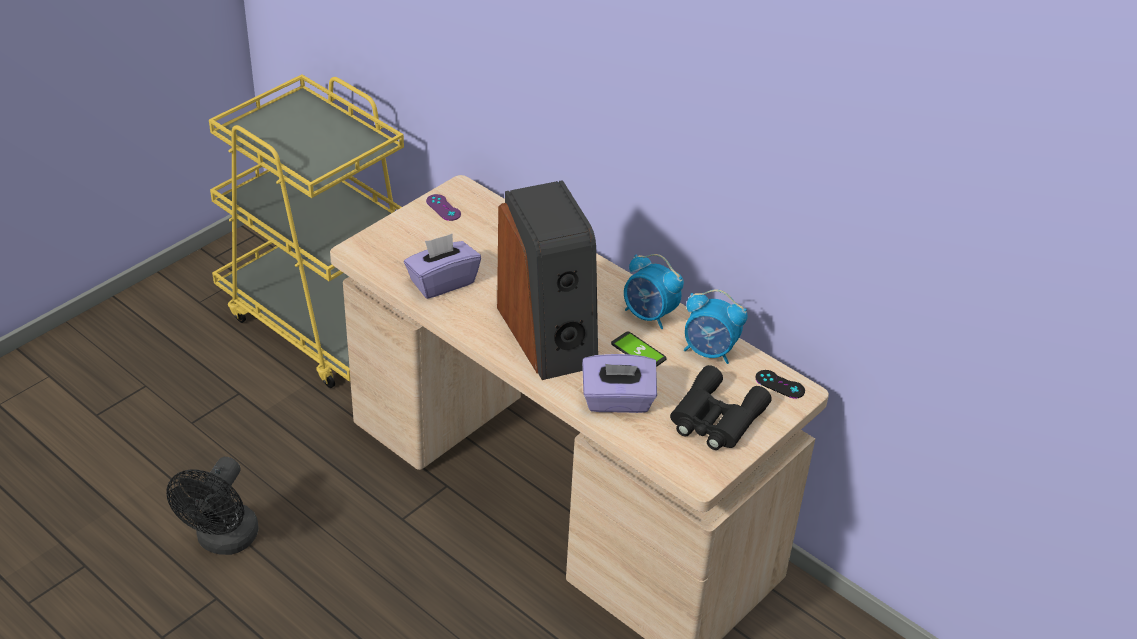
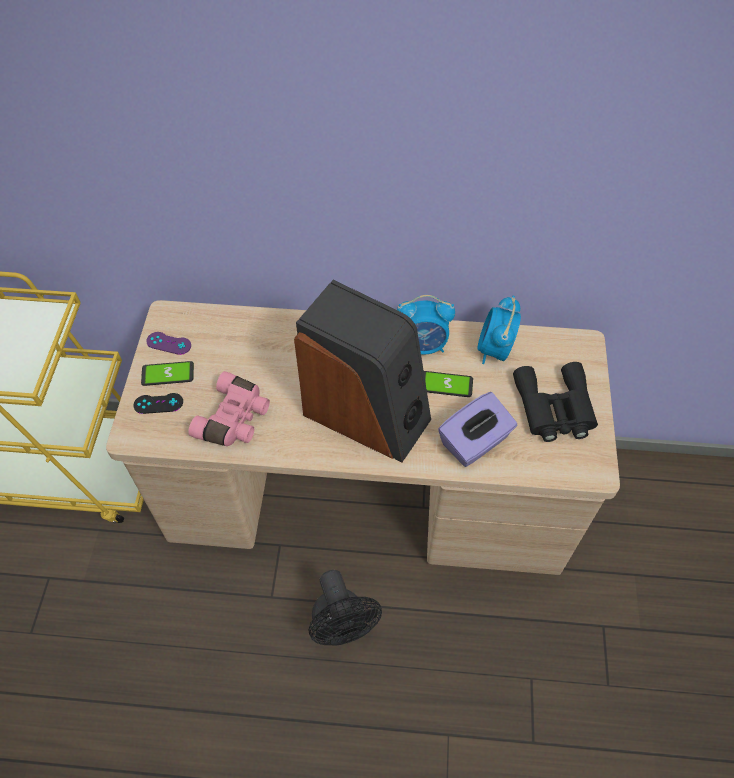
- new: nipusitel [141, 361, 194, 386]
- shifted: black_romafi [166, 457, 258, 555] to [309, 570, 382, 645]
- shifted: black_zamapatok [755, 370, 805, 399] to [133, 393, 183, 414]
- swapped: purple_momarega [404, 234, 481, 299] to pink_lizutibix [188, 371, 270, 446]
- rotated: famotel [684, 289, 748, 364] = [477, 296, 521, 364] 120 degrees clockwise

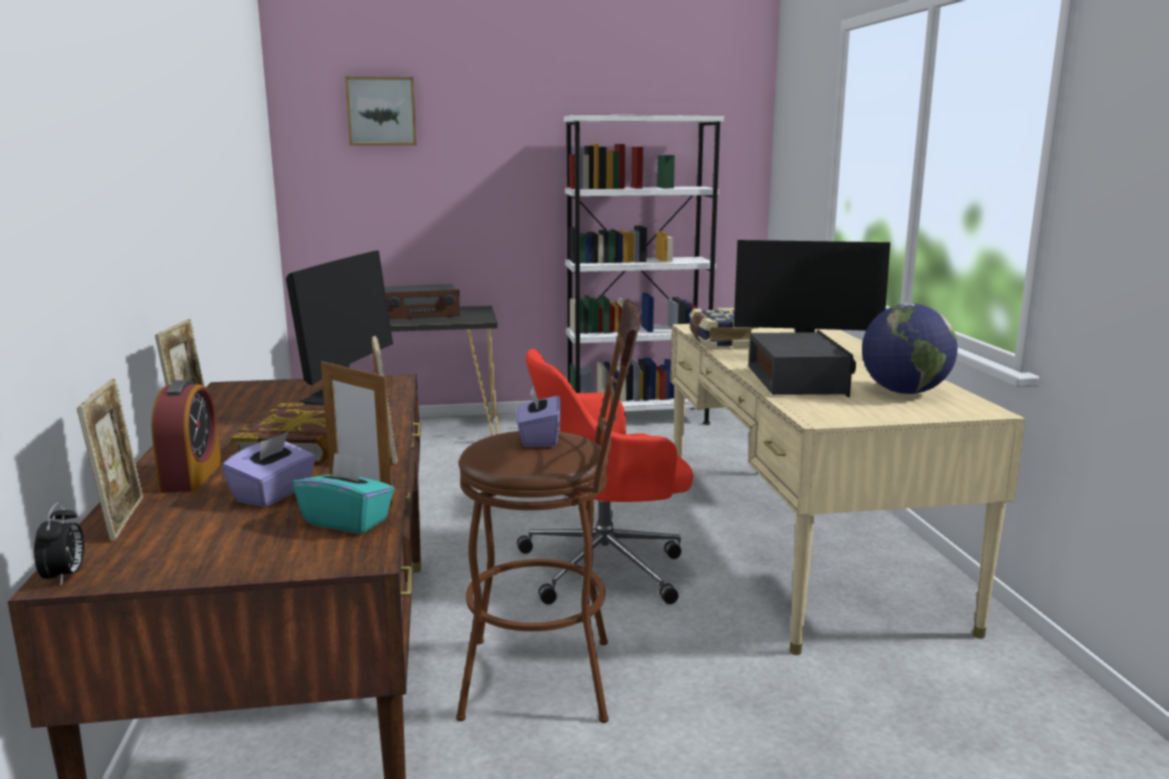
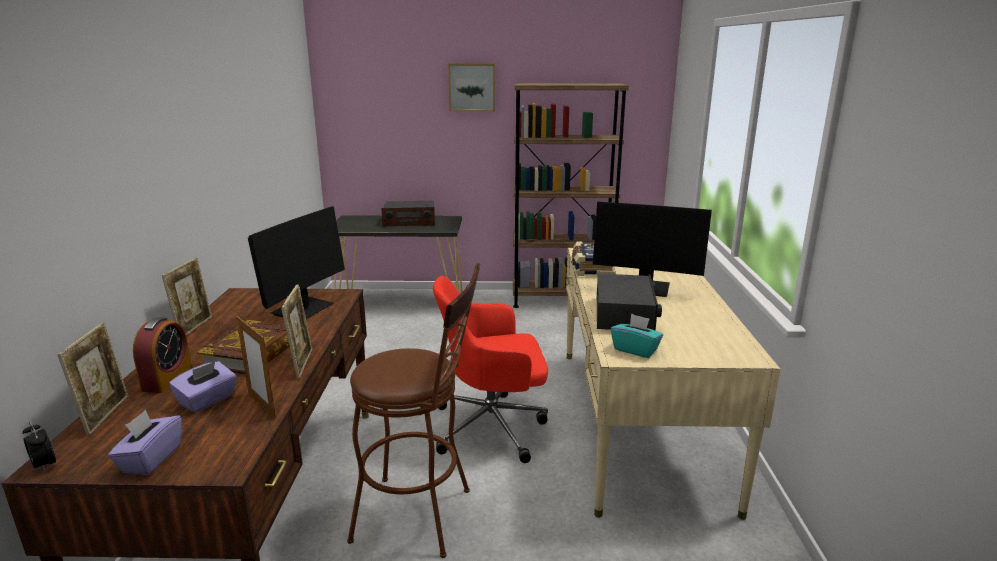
- gone: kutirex [862, 303, 957, 394]
- shifted: turquoise_momarega [293, 453, 395, 534] to [611, 314, 663, 358]
- shifted: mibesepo [345, 76, 416, 146] to [448, 63, 495, 112]
- shifted: purple_momarega [516, 386, 561, 447] to [108, 410, 182, 475]
- repainted: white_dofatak [564, 115, 724, 425] to brown_dofatak [513, 83, 629, 308]
- rotated: famotel [34, 502, 84, 586] = [22, 422, 56, 472] 135 degrees clockwise

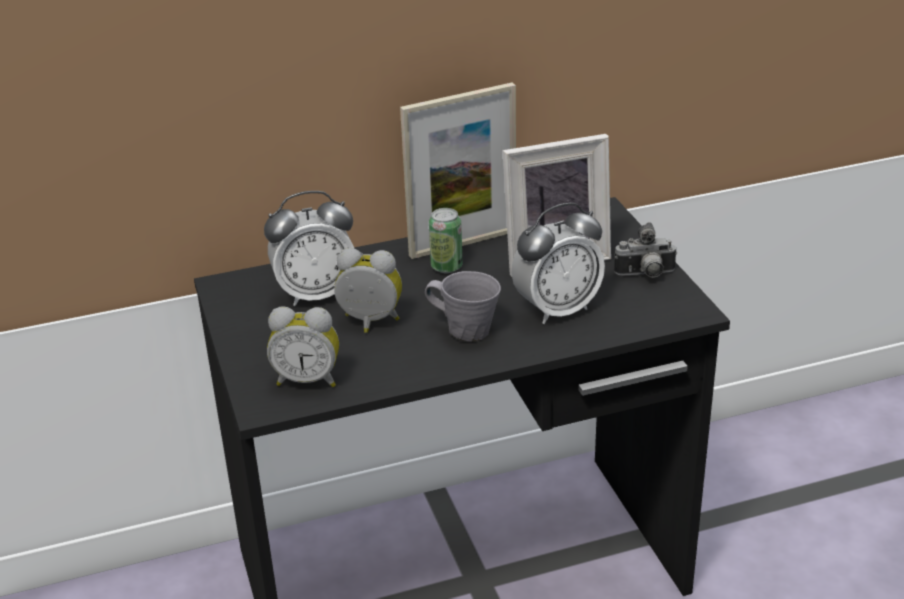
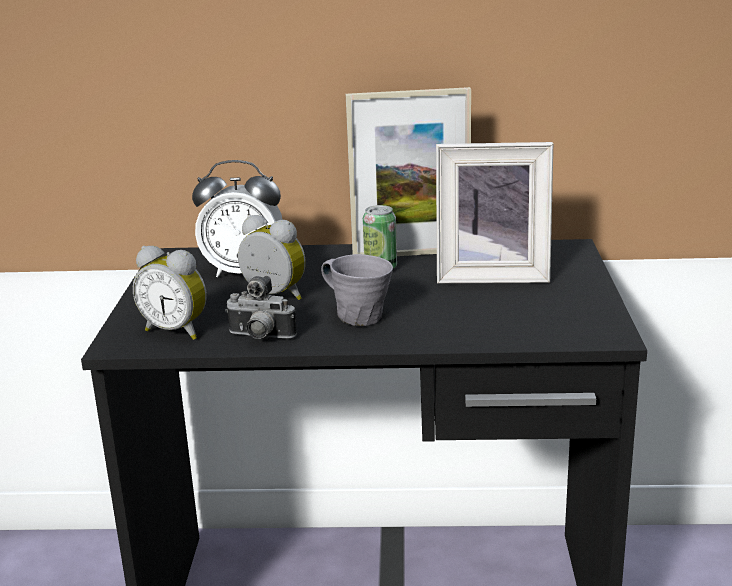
- gone: famotel [511, 203, 605, 324]
- shifted: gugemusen [614, 222, 678, 277] to [225, 276, 297, 339]

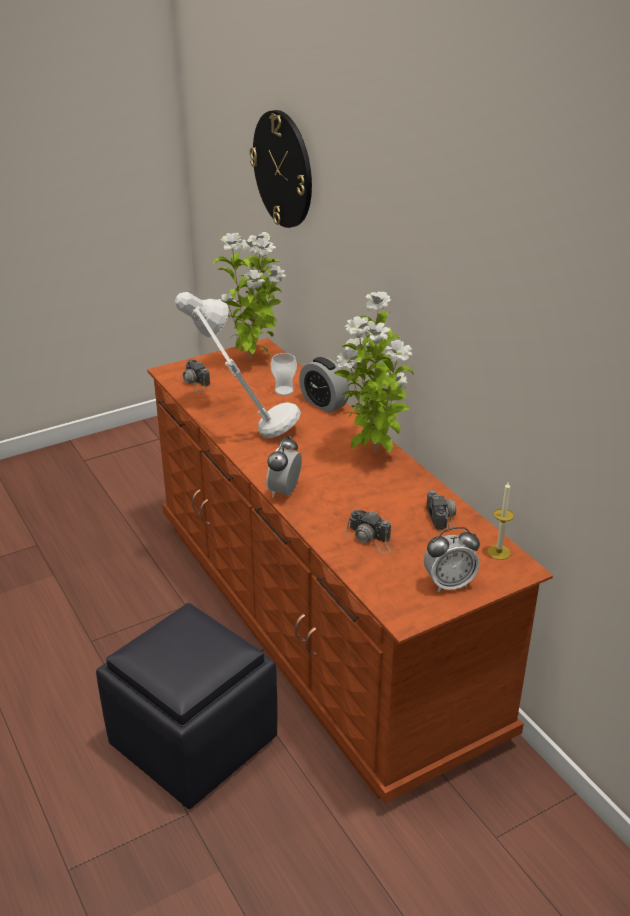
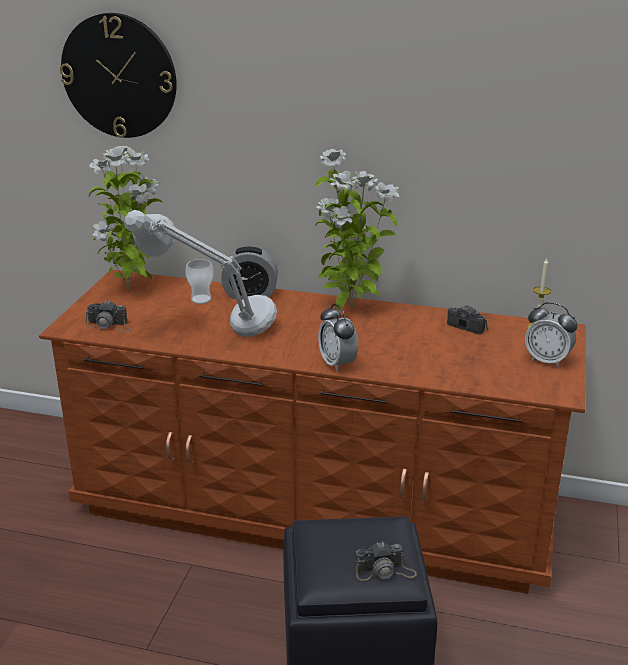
- shifted: gugemusen [344, 510, 391, 554] to [355, 541, 417, 581]
- rotated: famotel [424, 527, 480, 592] = [525, 302, 577, 368] 90 degrees clockwise

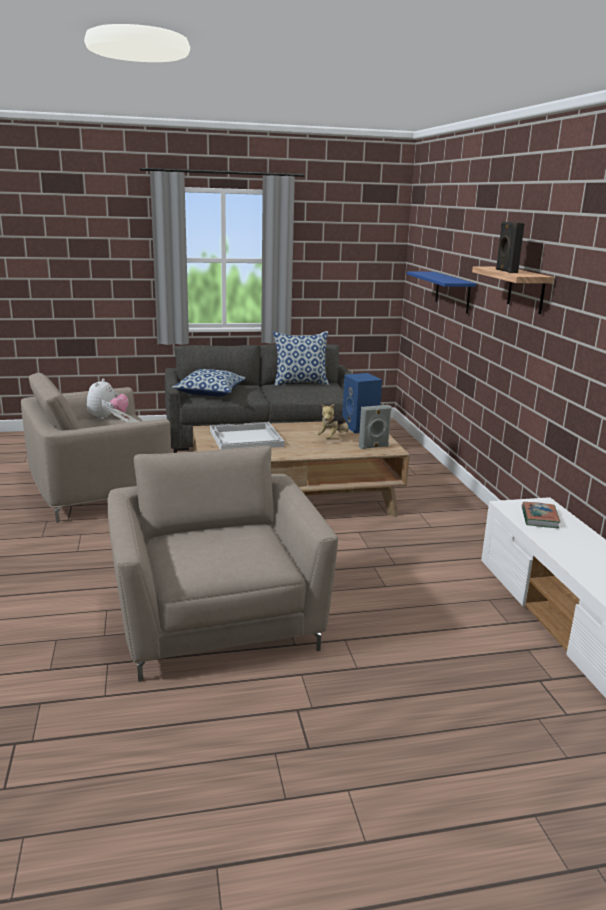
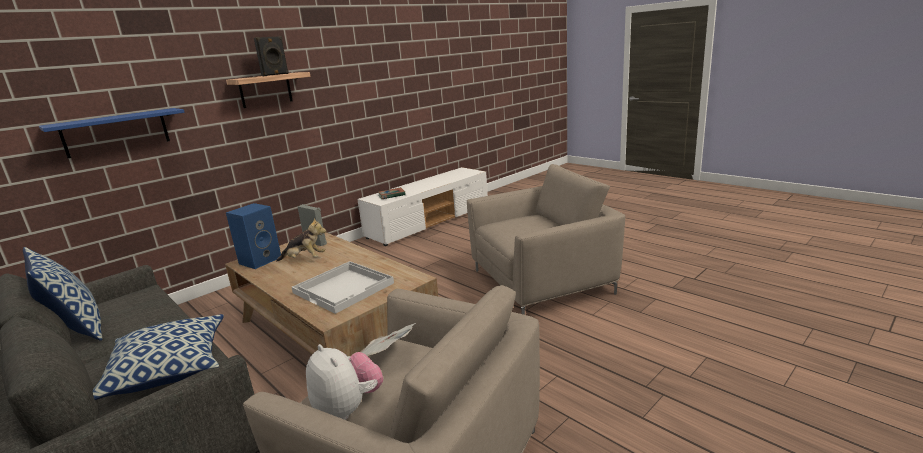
- rotated: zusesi [87, 378, 129, 420] = [306, 344, 383, 420] 75 degrees clockwise
- rotated: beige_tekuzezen [108, 446, 338, 682] = [467, 164, 625, 315] 150 degrees counterclockwise

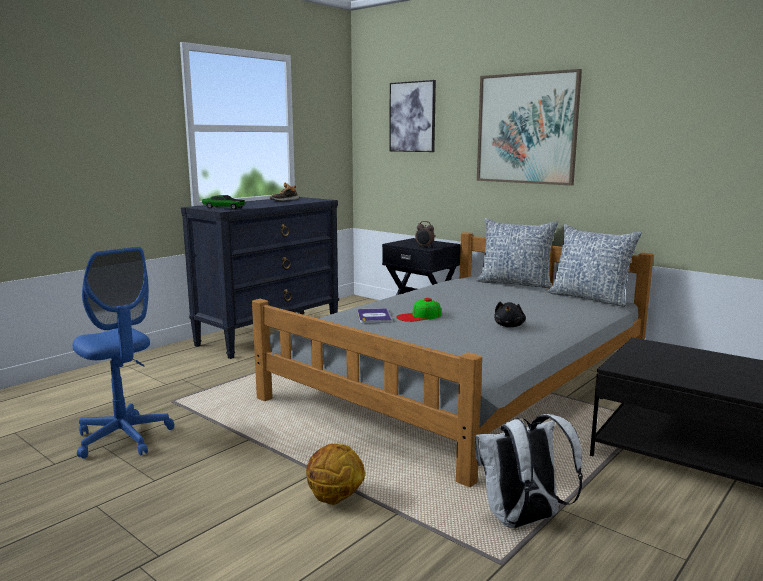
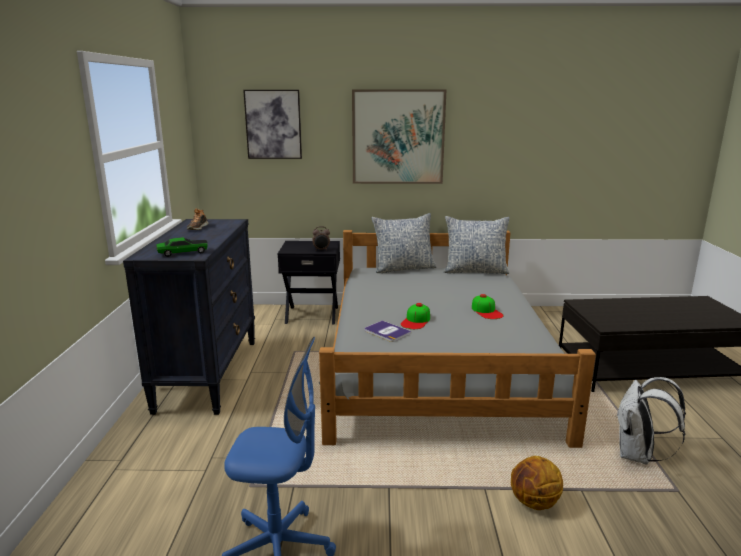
- swapped: black_zusesi [494, 302, 526, 327] to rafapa [472, 294, 504, 319]

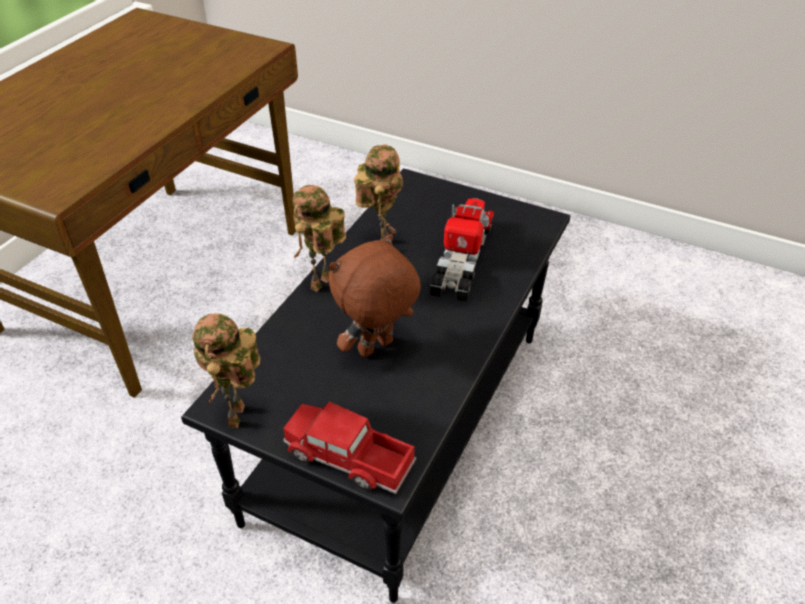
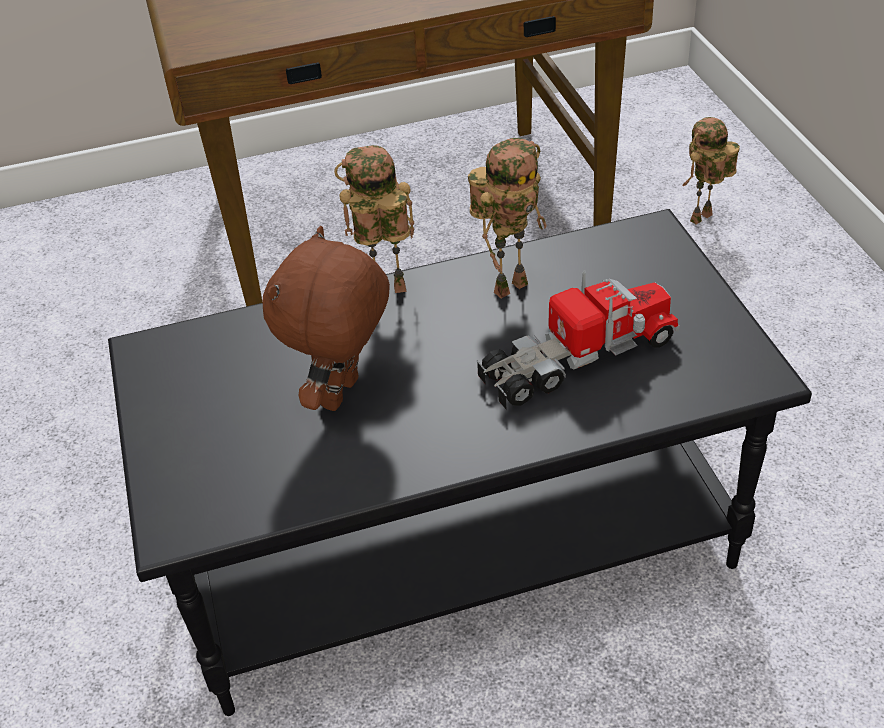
- gone: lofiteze [283, 402, 416, 494]
- shifted: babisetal [192, 313, 260, 428] to [682, 117, 740, 224]
- rotated: brown_zusesi [329, 234, 421, 357] = [263, 226, 390, 411] 75 degrees counterclockwise

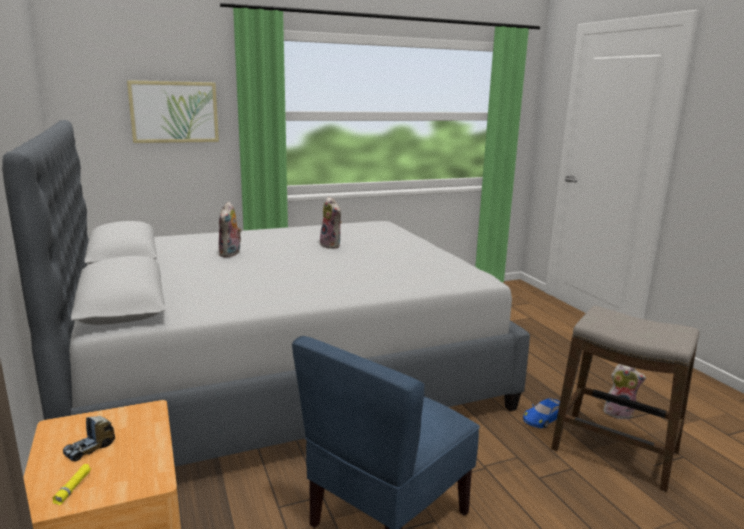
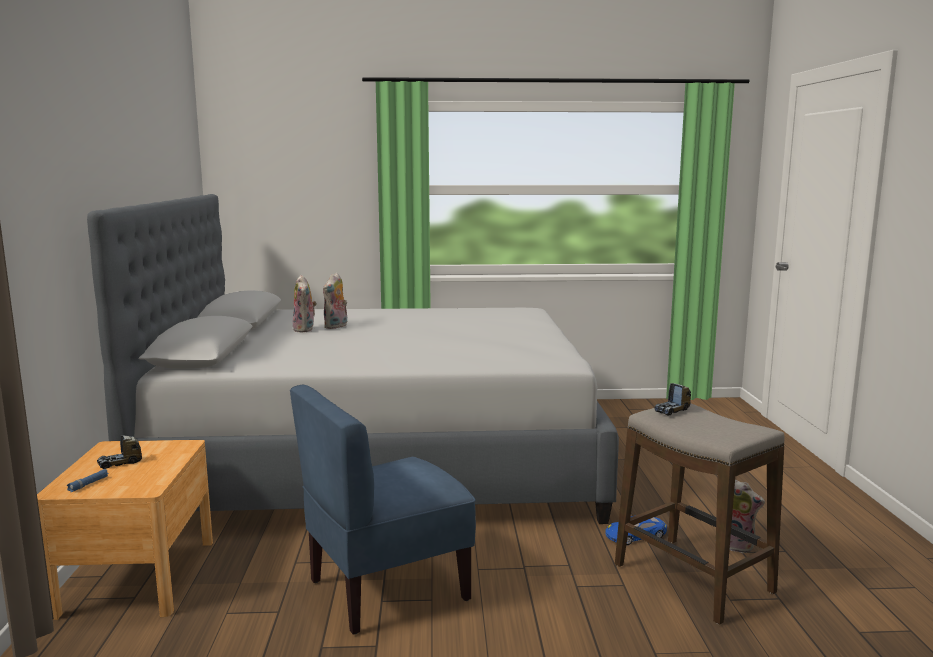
- gone: mibesepo [127, 80, 219, 143]
- new: lofiteze [654, 383, 691, 416]
- shifted: zusesi [320, 196, 342, 249] to [293, 275, 317, 332]
- repainted: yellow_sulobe [52, 464, 91, 506] to blue_sulobe [67, 469, 109, 492]

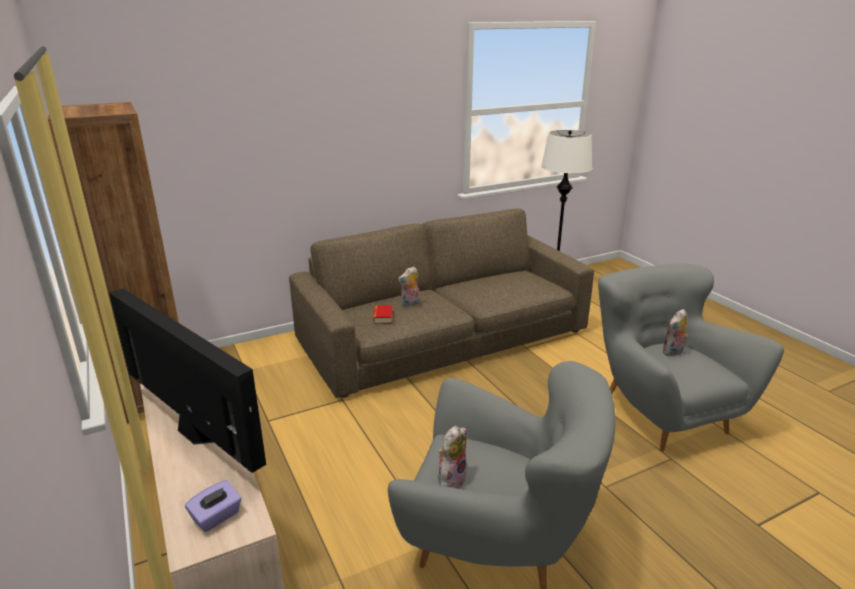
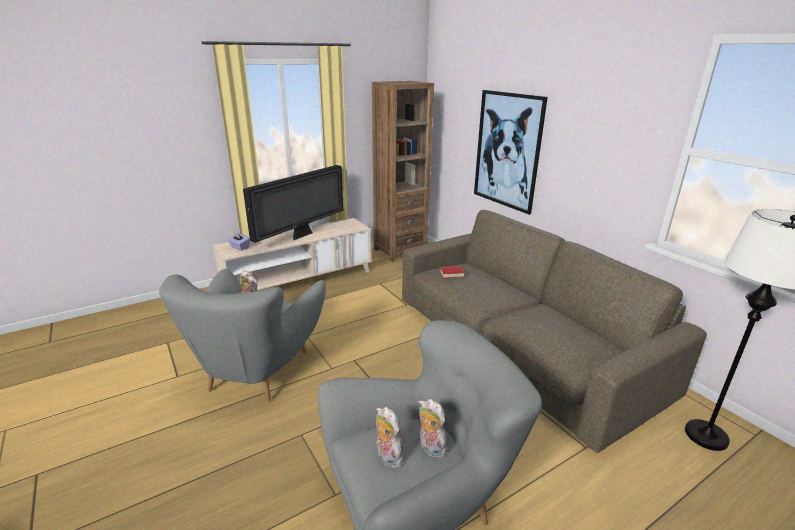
- new: mibesepo [474, 90, 548, 215]
- shifted: zusesi [398, 266, 420, 307] to [376, 407, 404, 469]

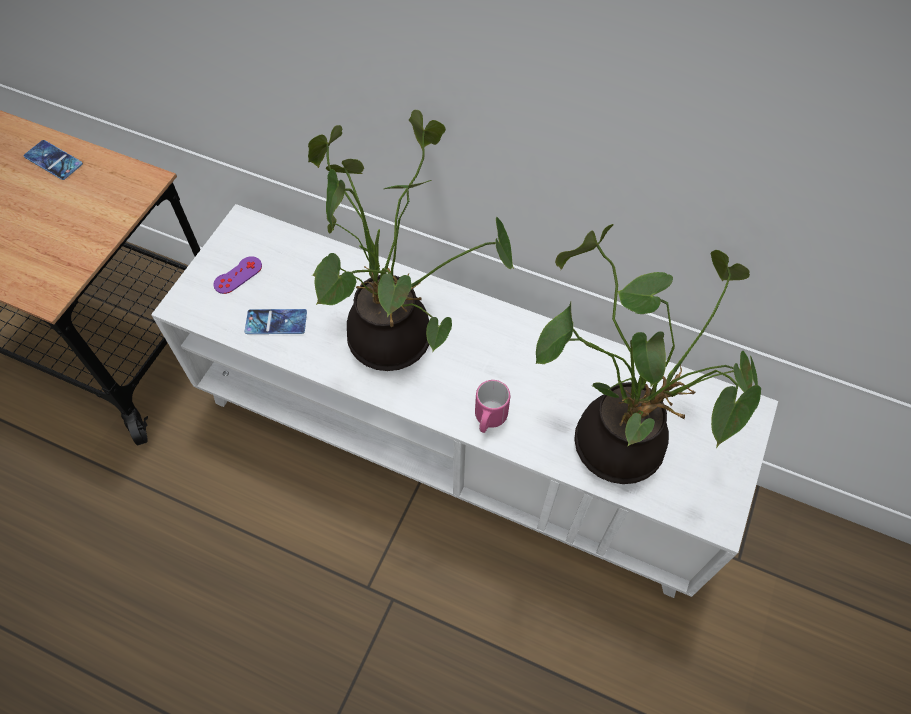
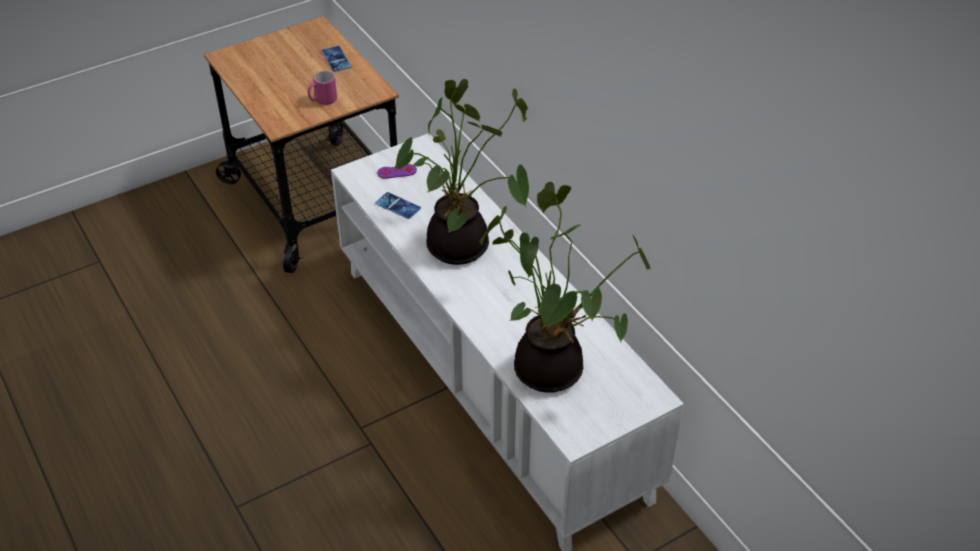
- shifted: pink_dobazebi [475, 380, 510, 433] to [308, 71, 337, 105]

